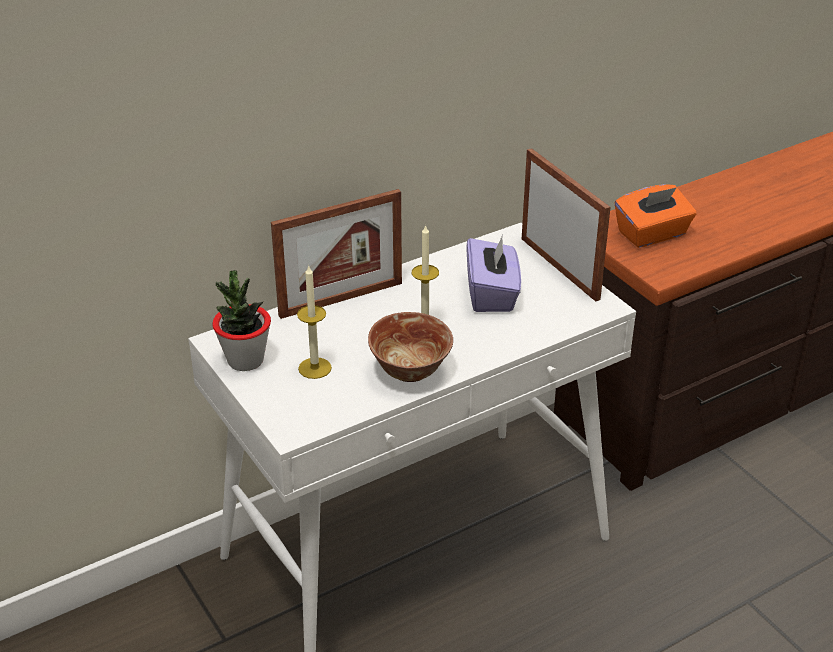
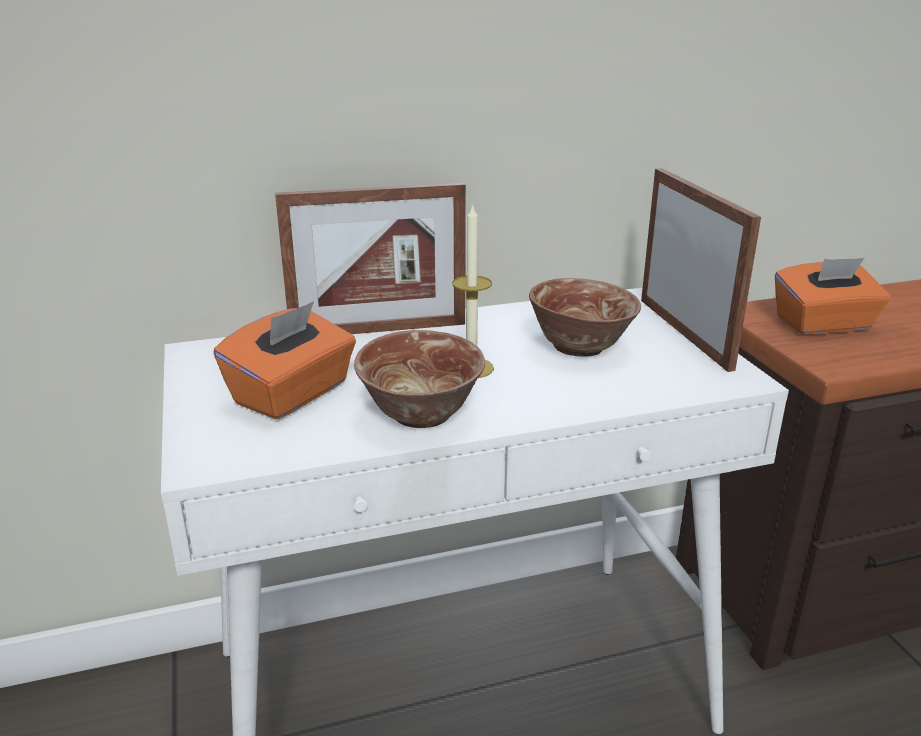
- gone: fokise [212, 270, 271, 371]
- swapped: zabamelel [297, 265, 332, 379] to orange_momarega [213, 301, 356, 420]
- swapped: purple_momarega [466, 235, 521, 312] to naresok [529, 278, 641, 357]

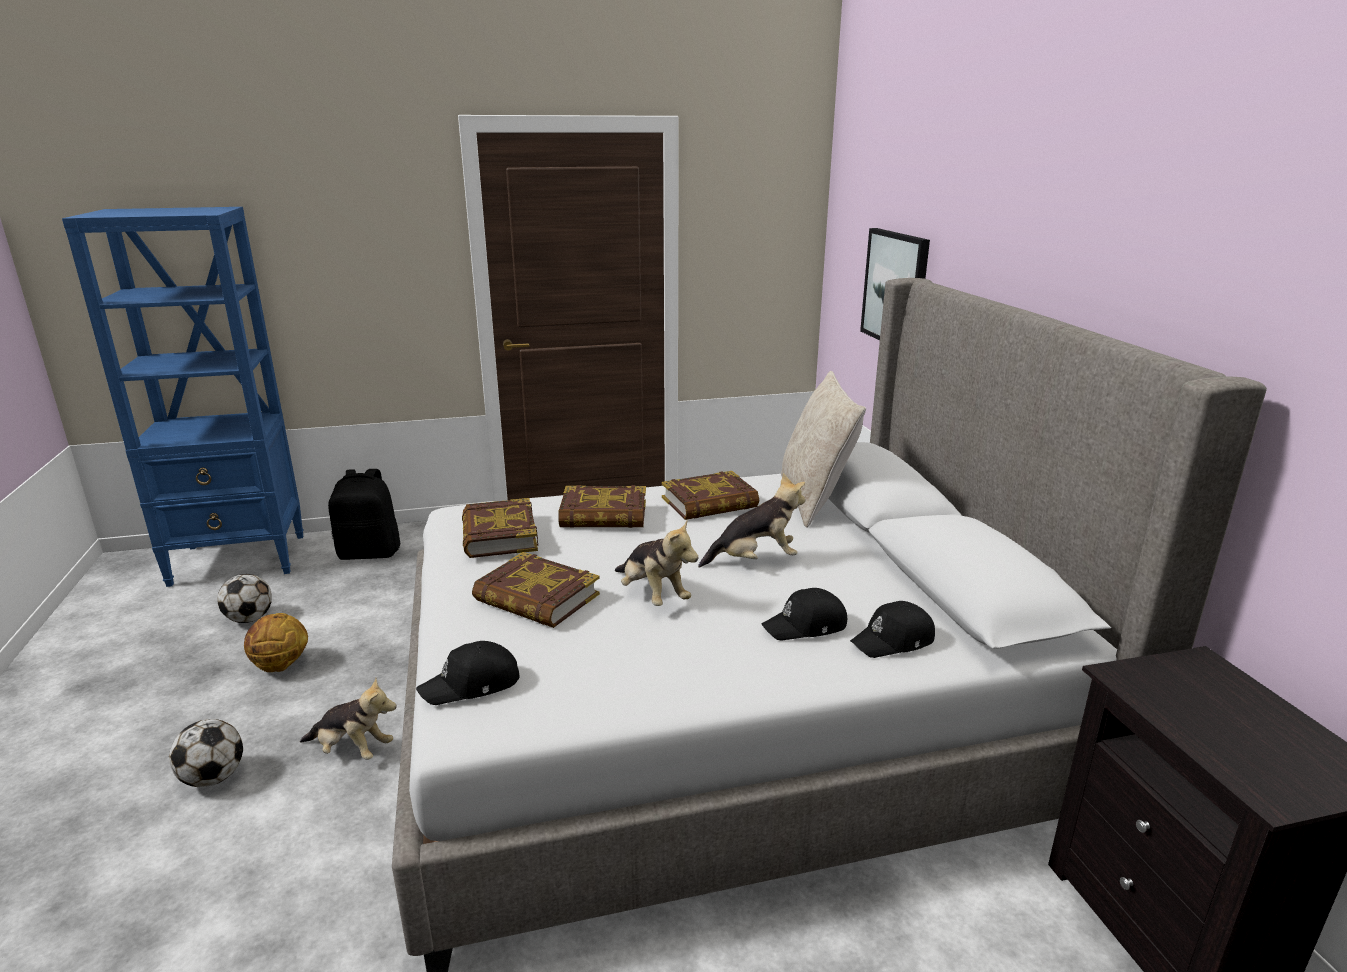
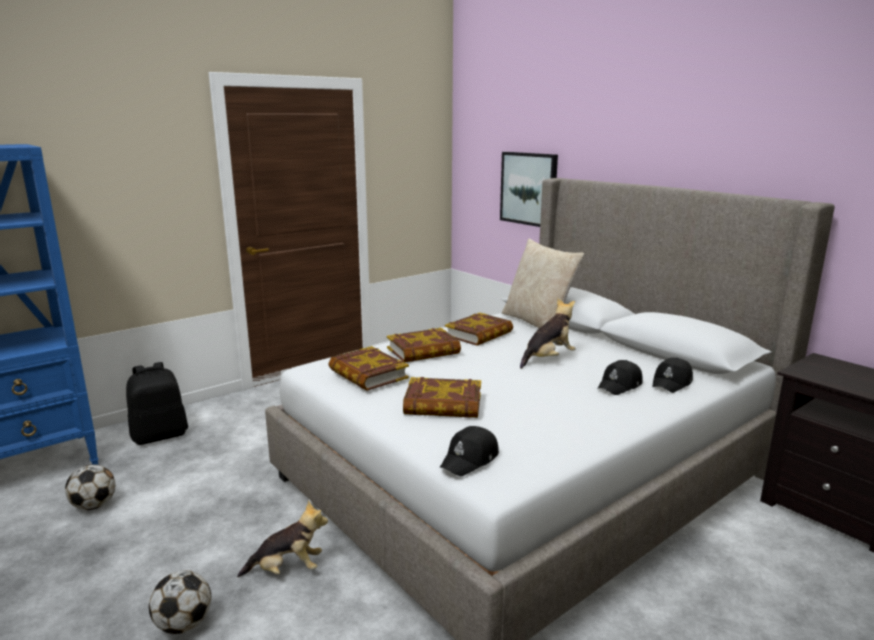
- gone: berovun [244, 613, 308, 672]
- gone: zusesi [615, 521, 699, 606]

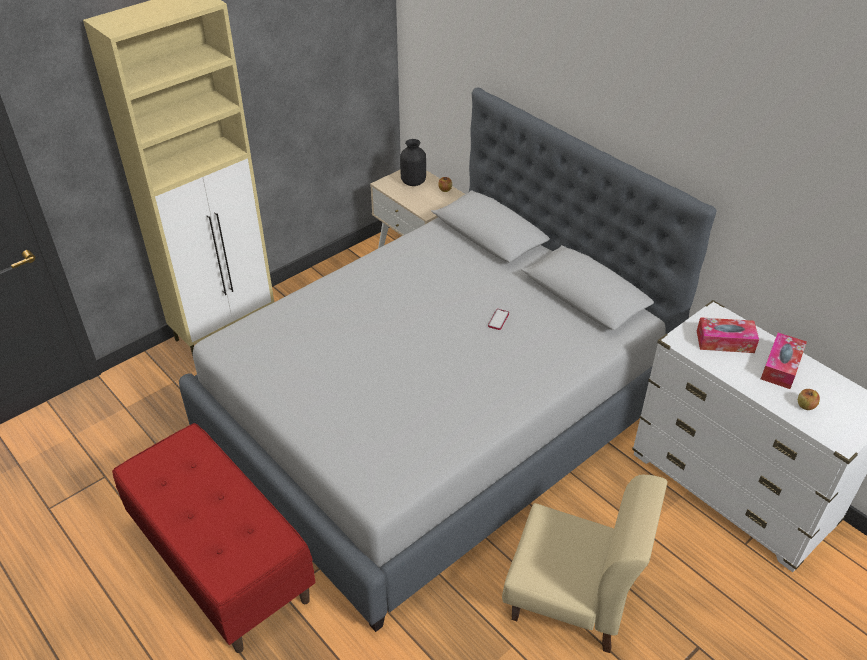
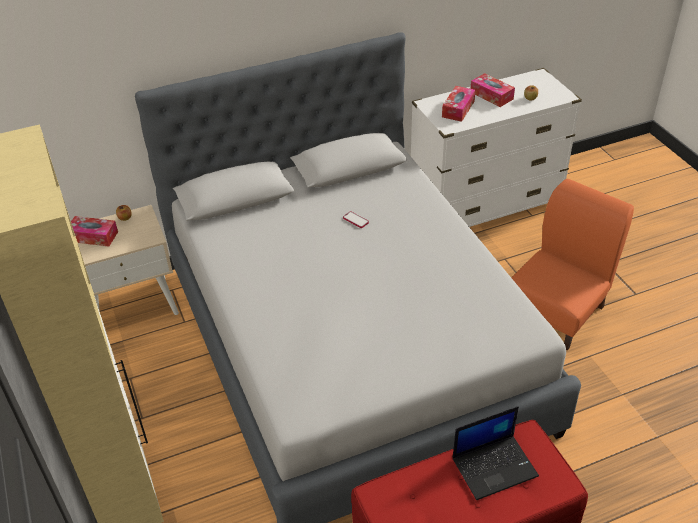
- new: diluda [452, 406, 539, 500]
- swapped: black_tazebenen [400, 139, 426, 186] to momarega [71, 216, 118, 247]
- repainted: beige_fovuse [502, 475, 668, 653] to orange_fovuse [511, 179, 634, 350]

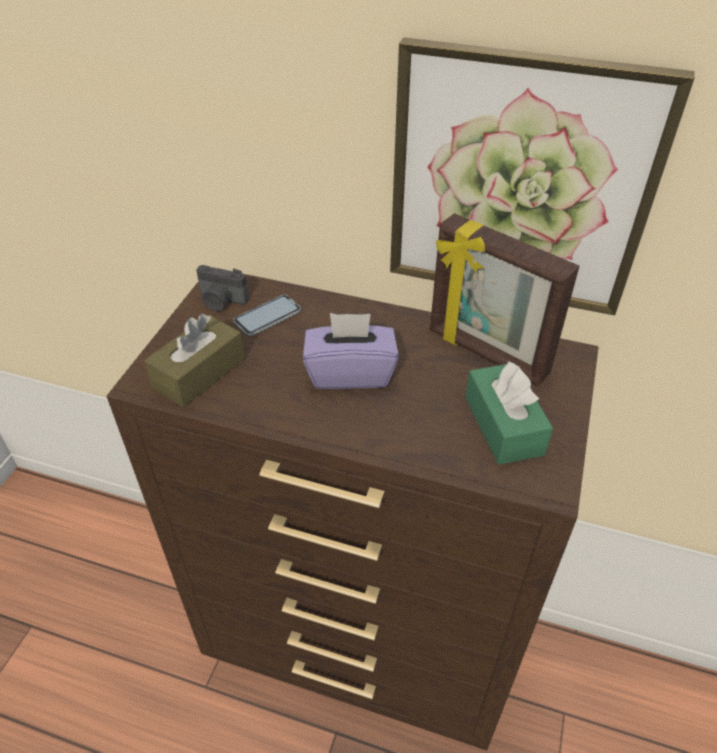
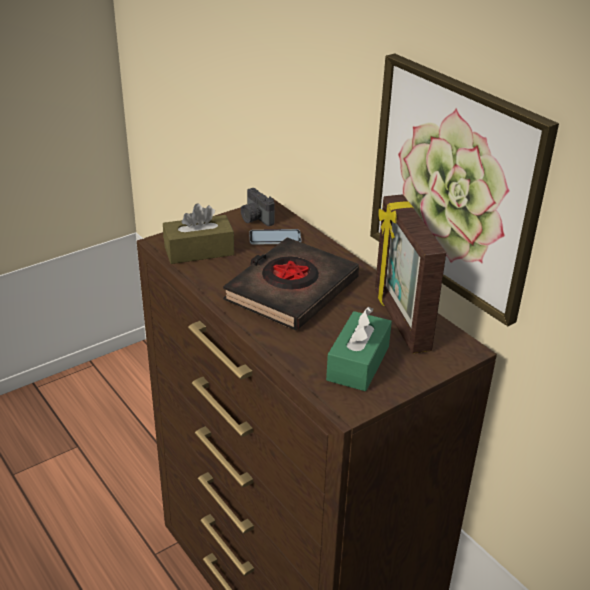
- swapped: purple_momarega [303, 313, 399, 389] to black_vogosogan [223, 237, 359, 330]

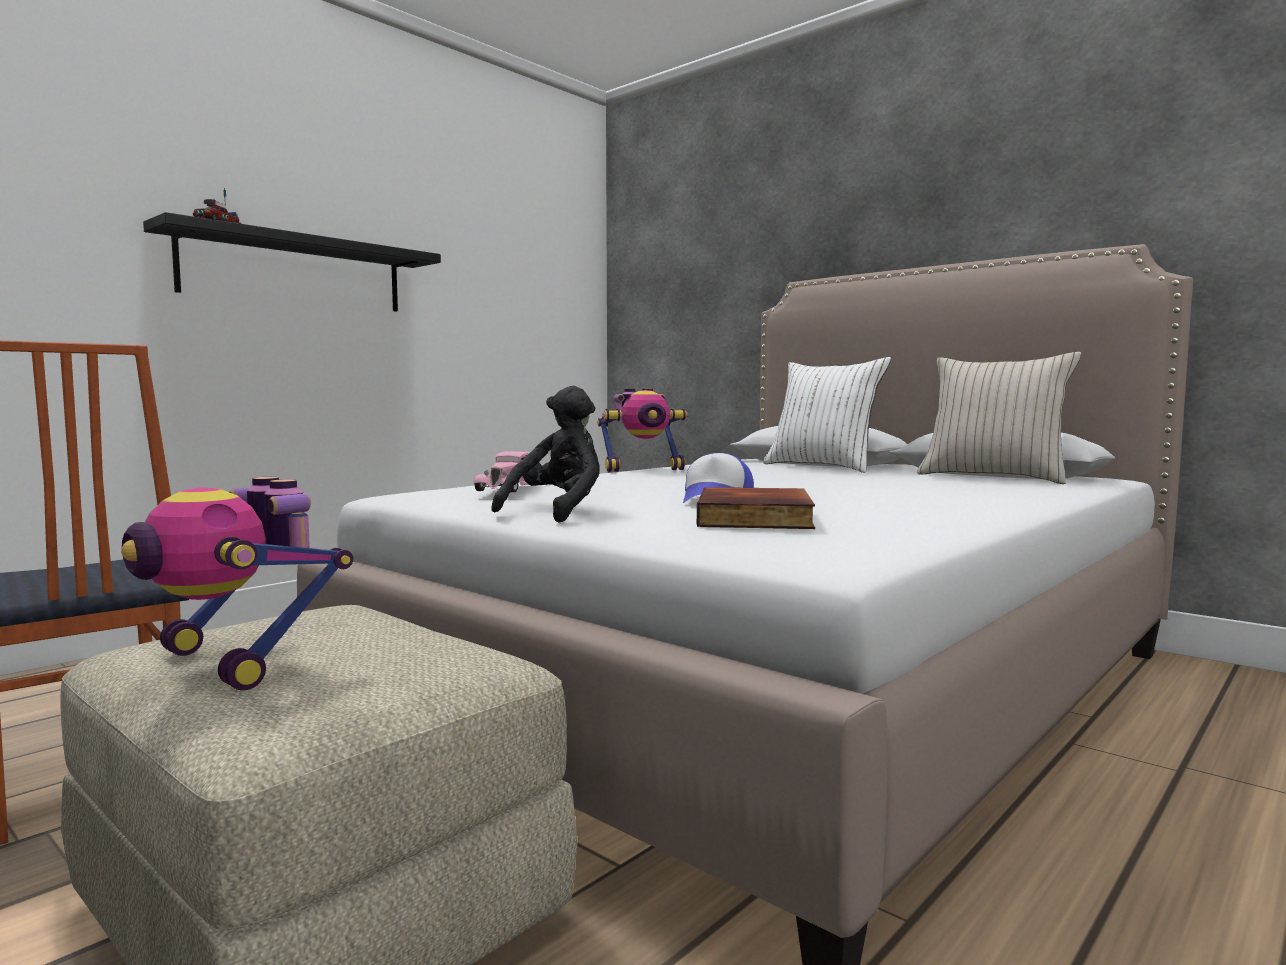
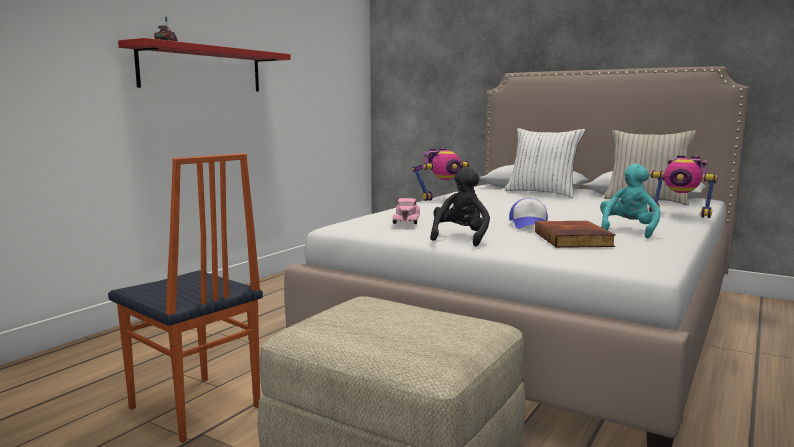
- new: turquoise_zusesi [600, 164, 661, 238]
- shifted: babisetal [121, 477, 353, 691] to [649, 155, 718, 218]
- repainted: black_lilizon [143, 212, 441, 312] to red_lilizon [118, 38, 291, 91]

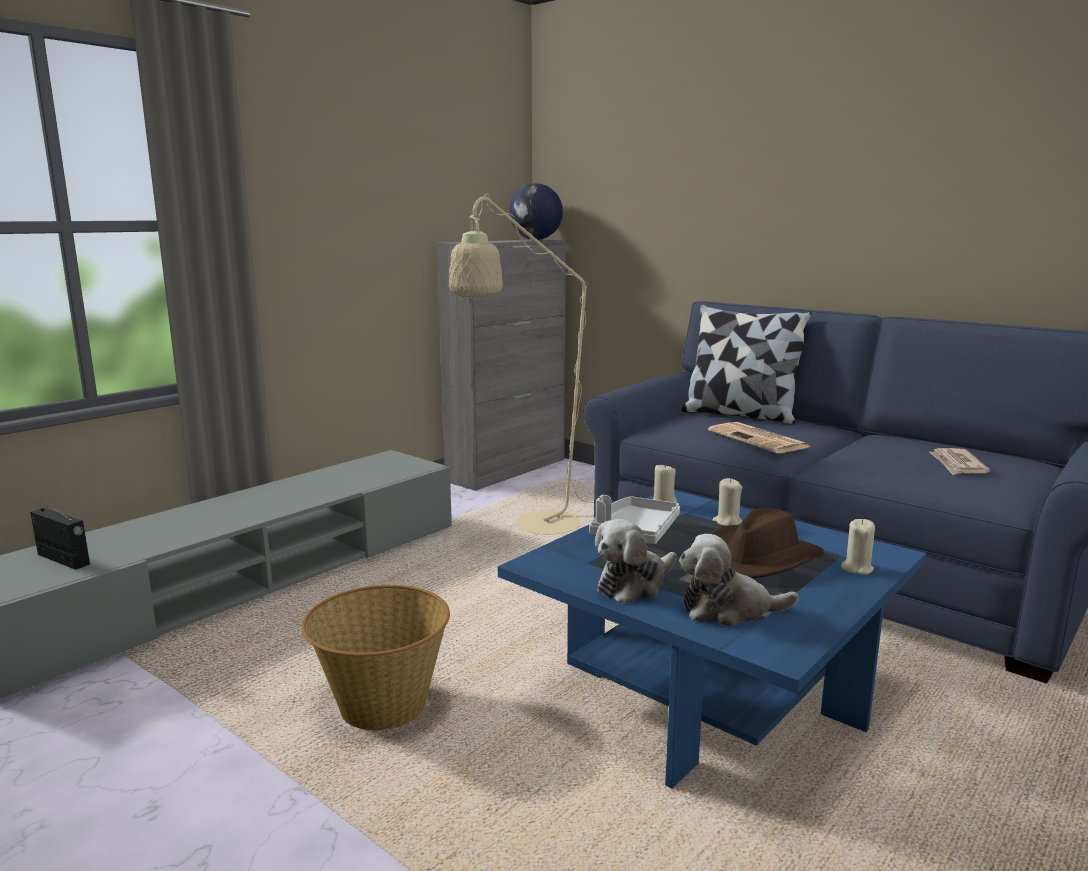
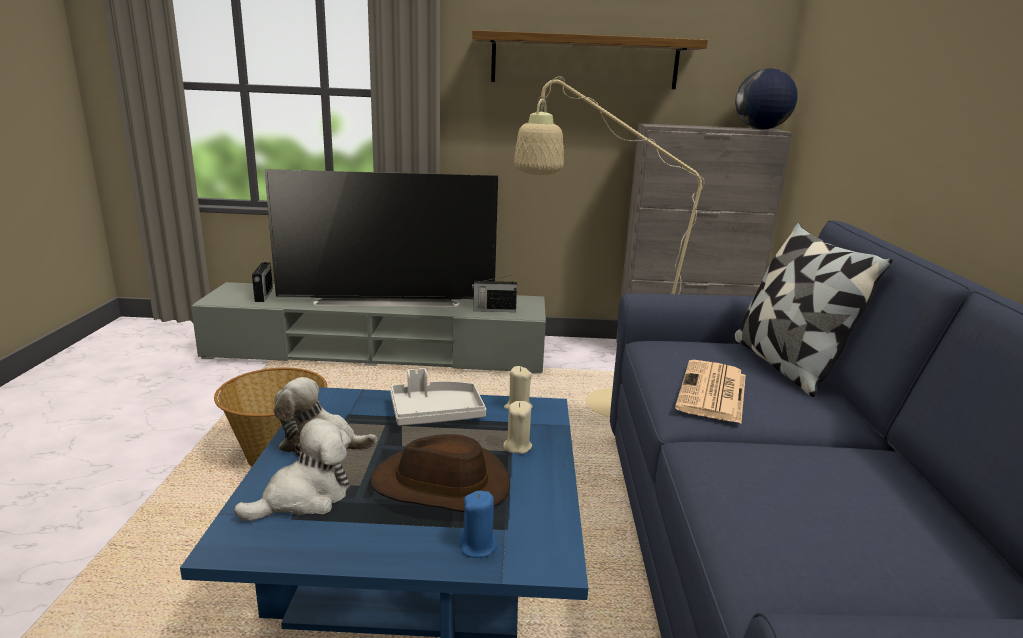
- gone: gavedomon [929, 448, 990, 475]
- new: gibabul [264, 169, 498, 307]
- new: lilizon [472, 30, 708, 89]
- new: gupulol [472, 275, 517, 312]
- repainted: beige_zabamelel [841, 519, 875, 575] to blue_zabamelel [459, 491, 498, 558]
- rotated: zusesi [679, 534, 799, 626] = [234, 418, 351, 521] 90 degrees clockwise

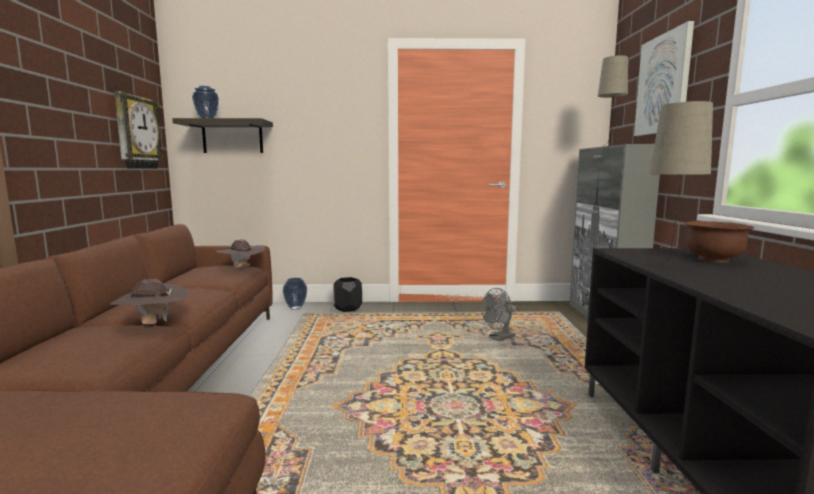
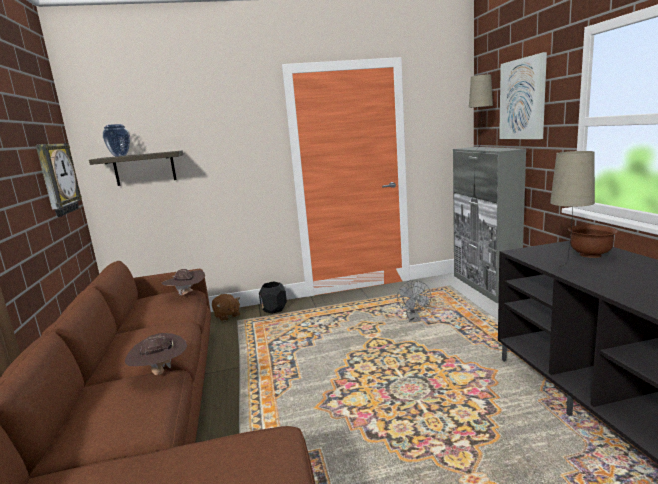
- swapped: tazebenen [283, 278, 307, 310] to brown_zusesi [212, 294, 240, 321]
- rotated: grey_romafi [482, 288, 517, 341] = [397, 280, 431, 322] 45 degrees counterclockwise

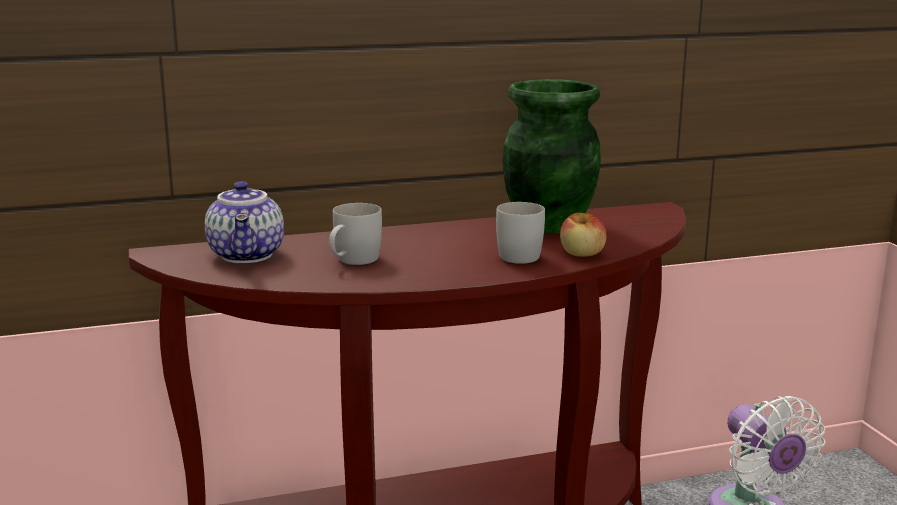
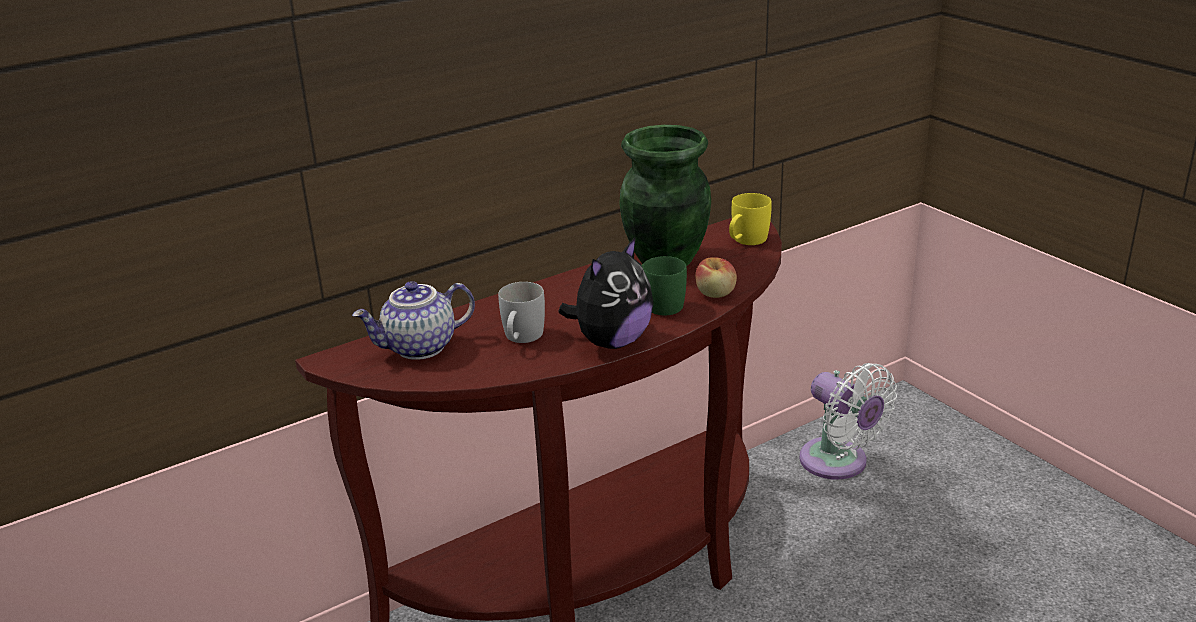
- new: zusesi [558, 237, 653, 349]
- new: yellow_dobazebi [729, 193, 772, 245]
- repainted: white_dobazebi [496, 202, 545, 264] to green_dobazebi [641, 256, 687, 315]
- rotated: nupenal [205, 181, 284, 263] = [352, 281, 475, 360] 90 degrees clockwise

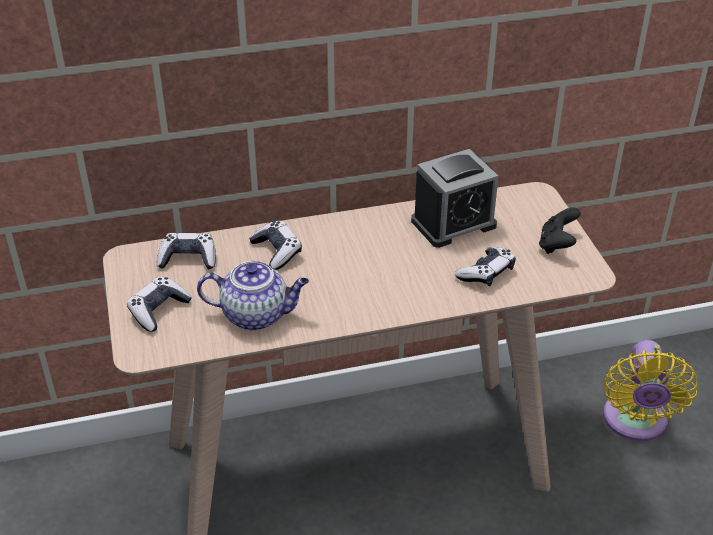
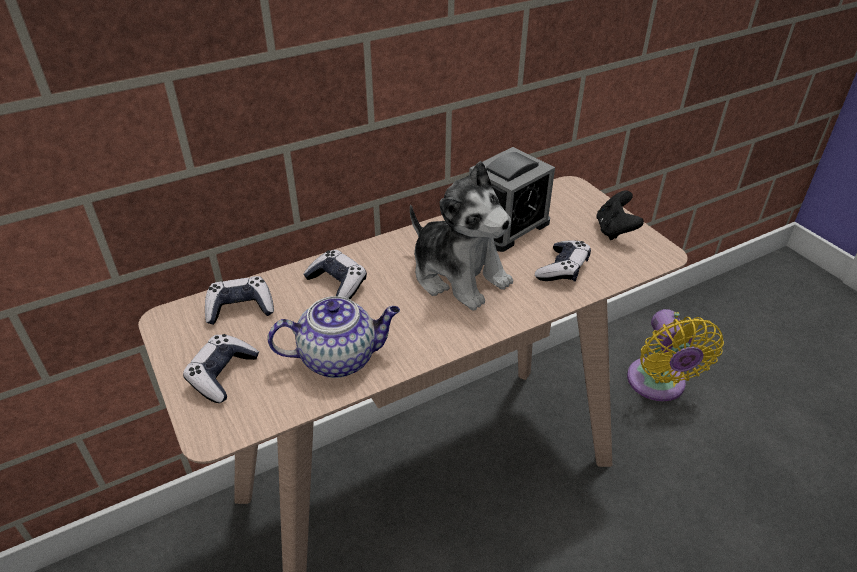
- new: zusesi [410, 161, 513, 310]

